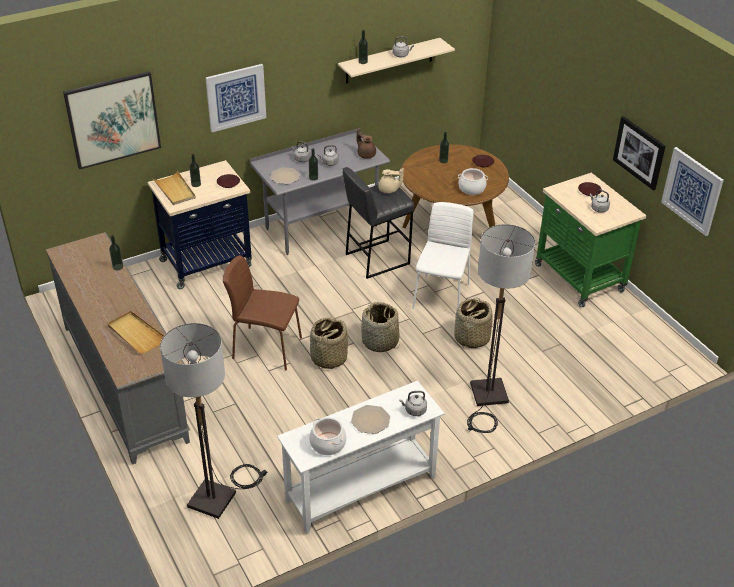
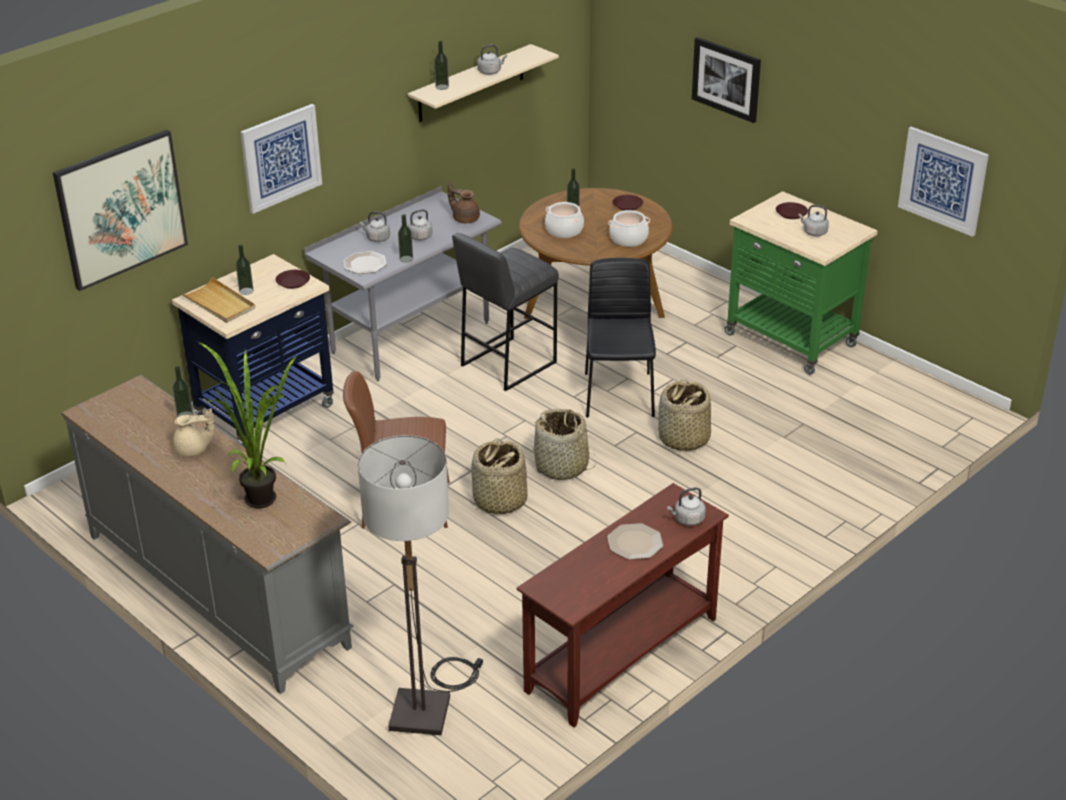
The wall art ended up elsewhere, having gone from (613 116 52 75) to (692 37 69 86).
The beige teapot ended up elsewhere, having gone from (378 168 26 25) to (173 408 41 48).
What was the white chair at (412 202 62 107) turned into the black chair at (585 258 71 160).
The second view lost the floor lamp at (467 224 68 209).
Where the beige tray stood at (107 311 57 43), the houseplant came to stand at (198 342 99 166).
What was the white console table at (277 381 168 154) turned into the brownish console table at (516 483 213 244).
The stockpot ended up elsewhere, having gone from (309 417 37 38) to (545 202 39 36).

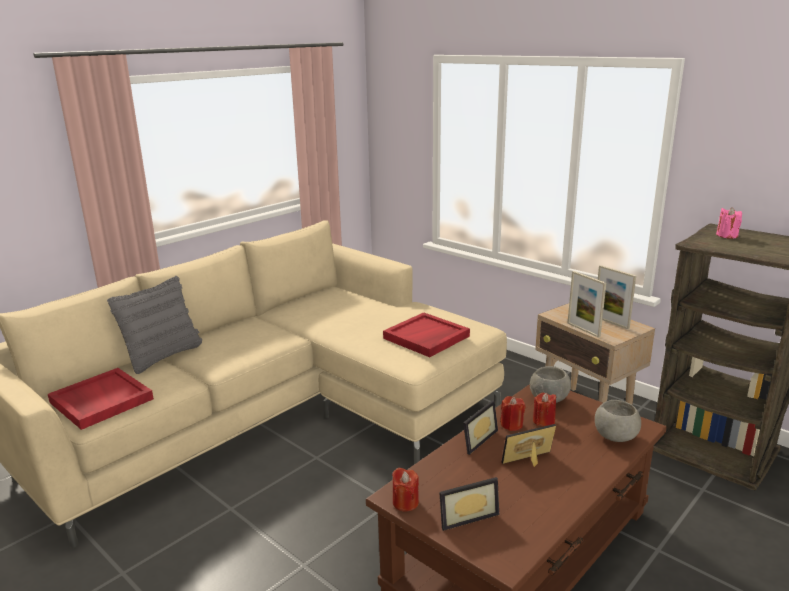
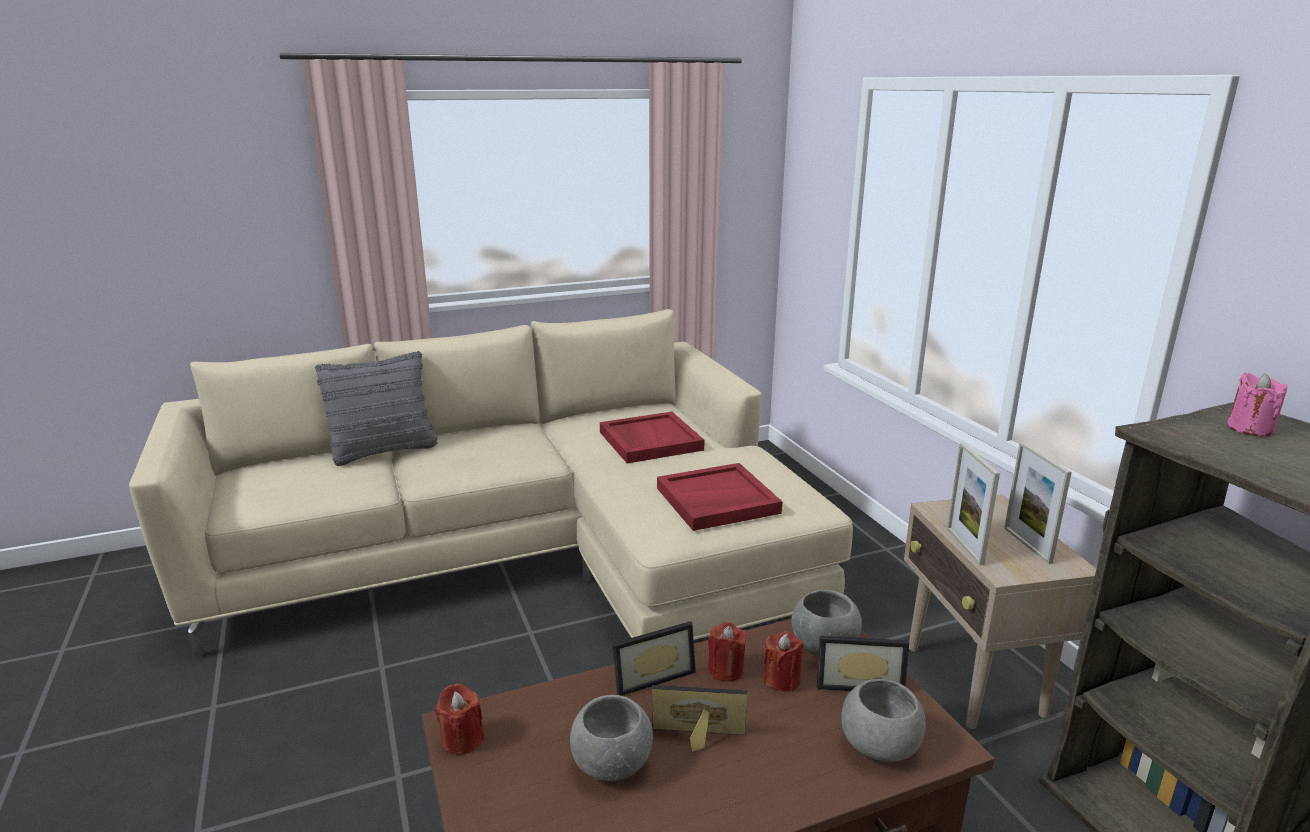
The red tray ended up elsewhere, having gone from (48 368 106 62) to (600 412 105 51).
The photo frame ended up elsewhere, having gone from (439 477 60 54) to (817 636 92 55).
The second view gained the grey deep dish at (570 695 83 86).

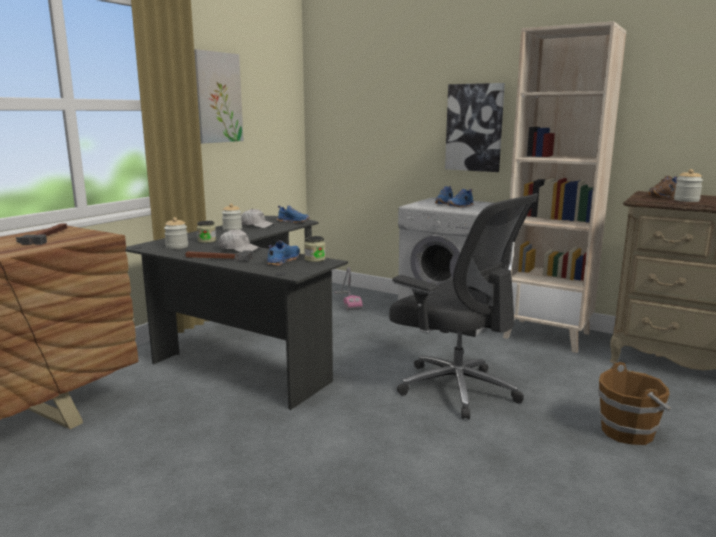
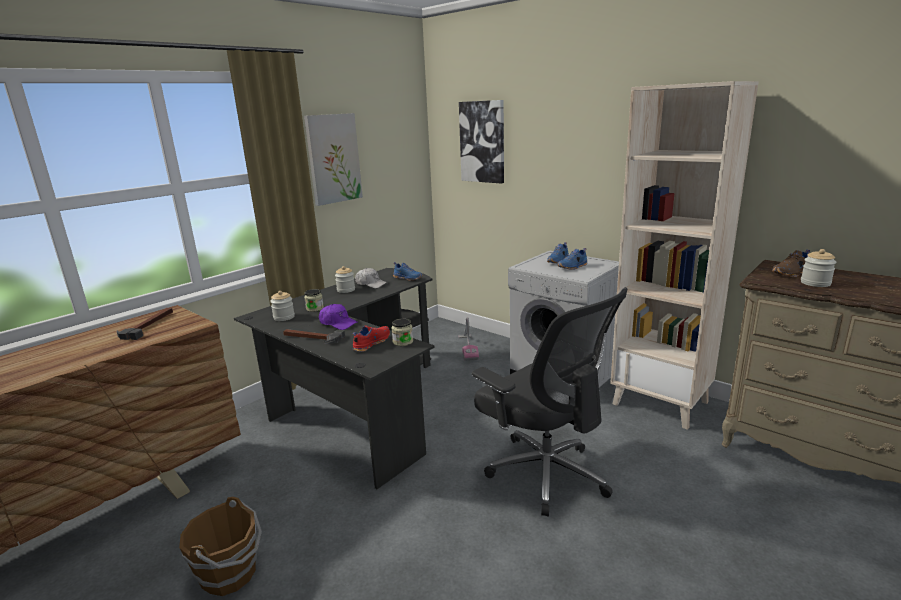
The wall art ended up elsewhere, having gone from (445 83 60 89) to (459 100 45 83).
What was the white baseball cap at (219 229 41 23) turned into the purple baseball cap at (319 304 39 26).
What was the blue-coloured shoe at (267 241 33 25) turned into the red shoe at (353 326 37 26).
The brownish water bucket ended up elsewhere, having gone from (598 362 73 83) to (179 497 83 99).

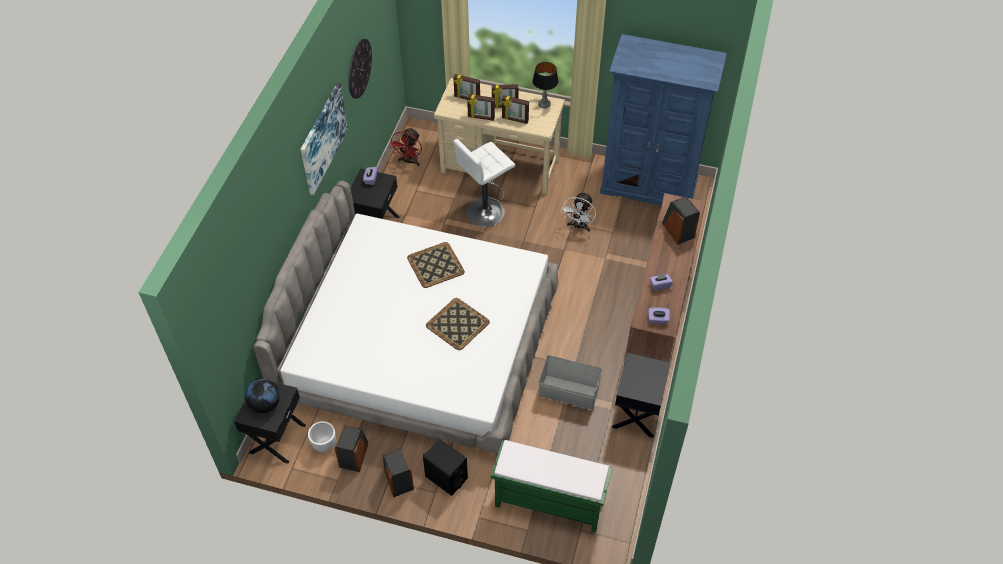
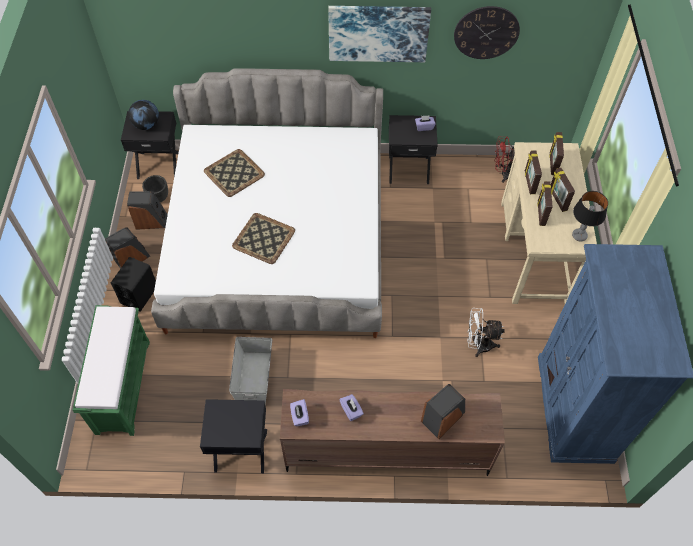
The second view lost the white stool seat at (453 139 62 88).
The tray ended up elsewhere, having gone from (407 242 58 46) to (204 149 61 48).
What was the white flower pot at (308 421 28 31) turned into the black flower pot at (142 175 26 27).

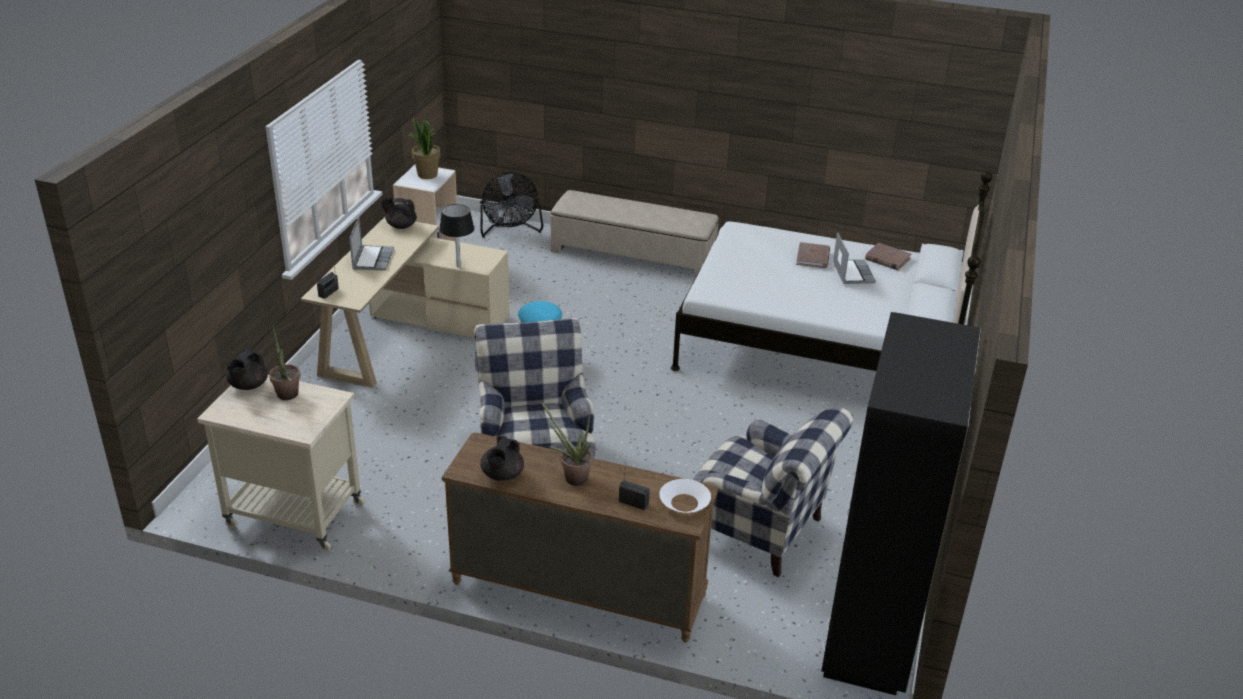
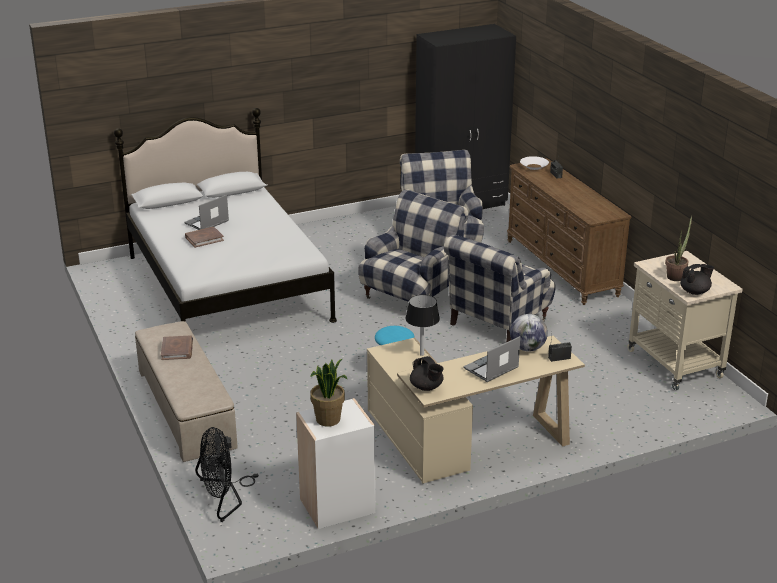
The black fan at (480 172 63 66) ended up facing another way, 150 degrees counterclockwise from before.
The brownish book ended up elsewhere, having gone from (865 243 47 27) to (161 335 32 25).
The second view lost the houseplant at (540 401 53 85).
The second view lost the black teapot at (480 436 44 44).
The second view gained the lounge chair at (358 189 111 113).
The second view gained the desk globe at (510 314 38 38).

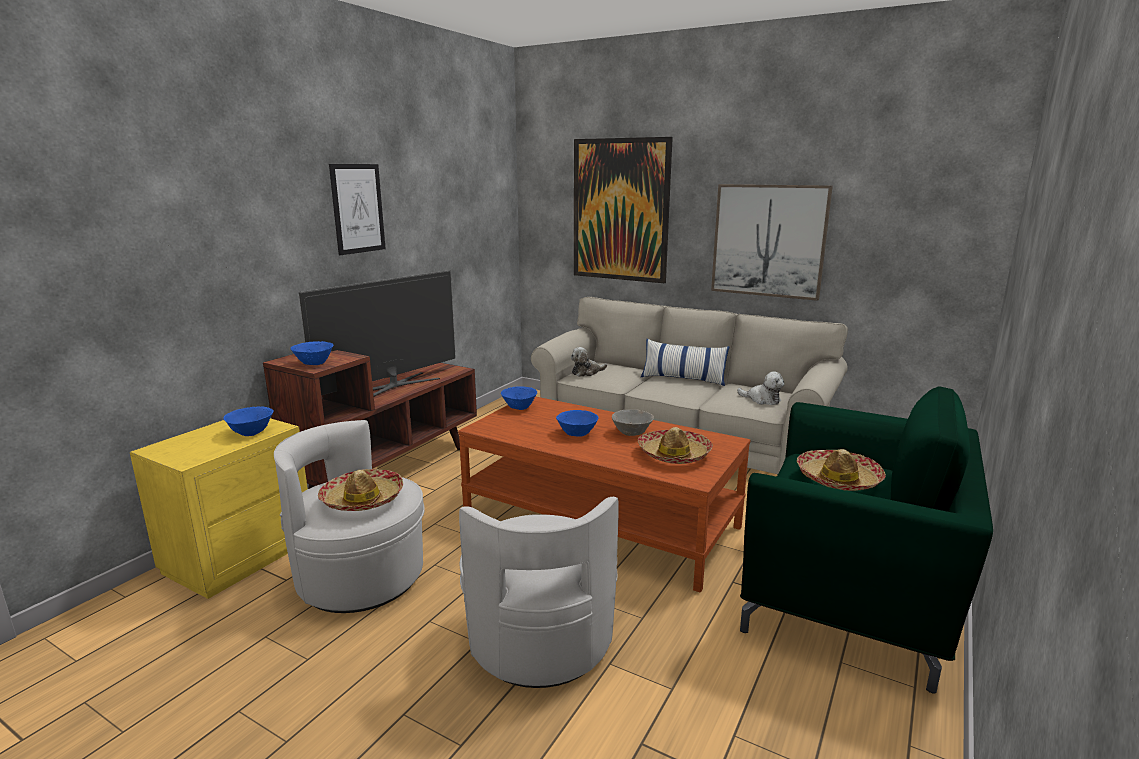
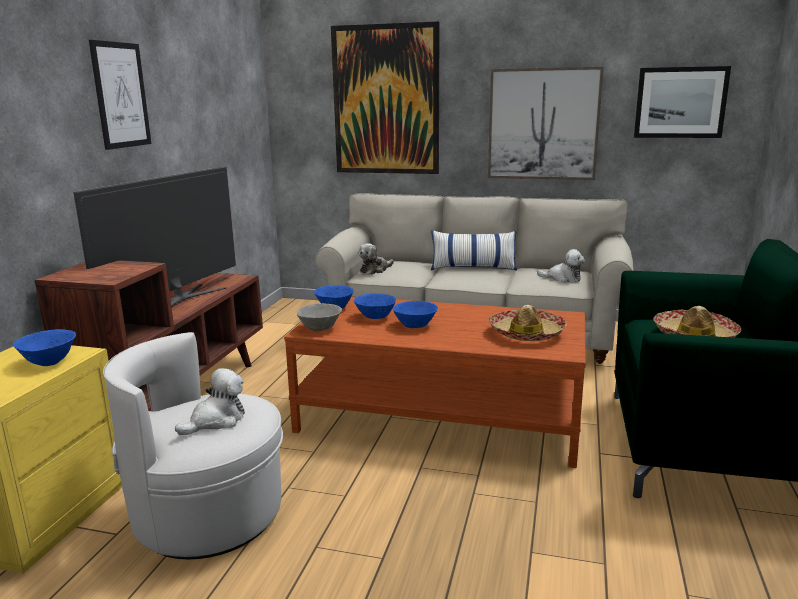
The blue-coloured deep dish ended up elsewhere, having gone from (291 341 43 24) to (354 293 42 26).
The grey deep dish ended up elsewhere, having gone from (612 409 42 27) to (296 303 46 28).
Where the clothing hat stood at (318 469 85 42), the plush toy came to stand at (175 368 70 67).
The second view lost the white lounge chair at (459 497 160 191).
The second view gained the wall art at (634 66 97 72).

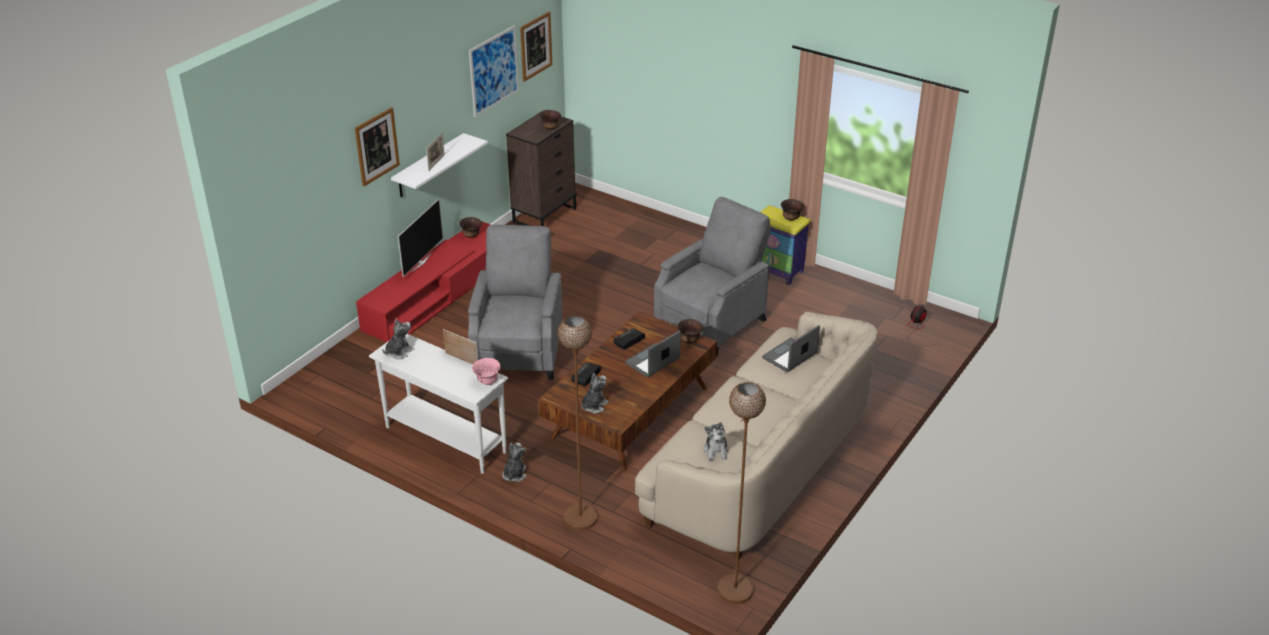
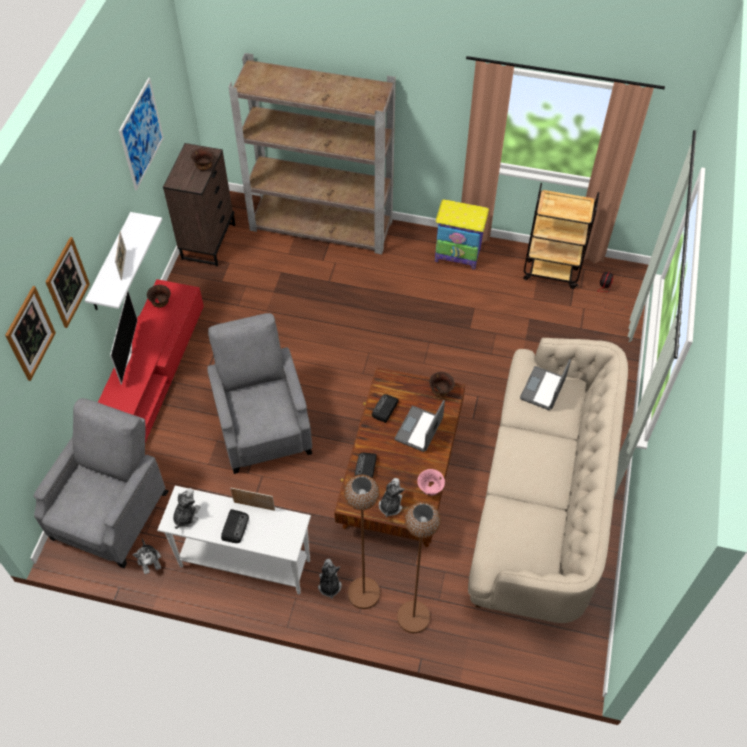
The wall art ended up elsewhere, having gone from (520 12 32 70) to (5 286 51 95).
The grey lounge chair ended up elsewhere, having gone from (654 197 118 159) to (34 398 134 170).
The second view lost the brownish deep dish at (781 199 23 22).
The pinkish deep dish ended up elsewhere, having gone from (472 358 28 27) to (417 469 28 27).
The brownish floor lamp ended up elsewhere, having gone from (717 382 49 222) to (344 475 36 134).
The plush toy ended up elsewhere, having gone from (703 422 26 38) to (133 539 28 36).
The second view gained the brownish bookshelf at (228 53 168 202).
The second view gained the brownish cart at (523 183 76 106).
The second view gained the radio receiver at (221 509 28 34).

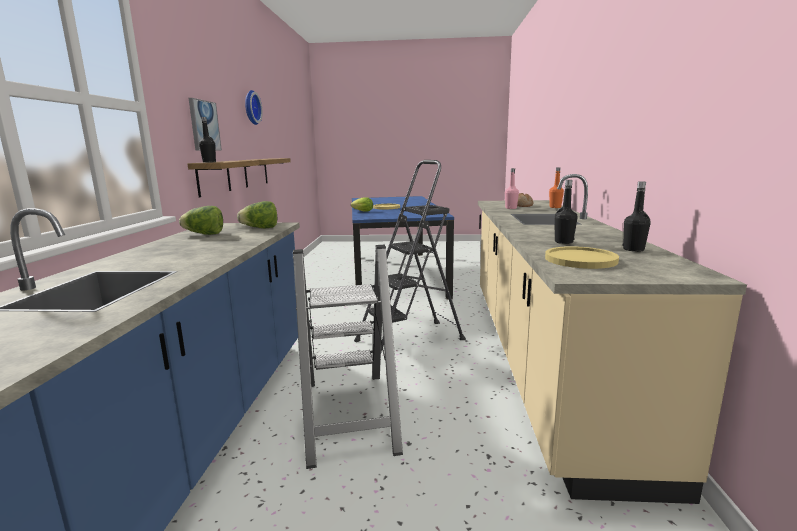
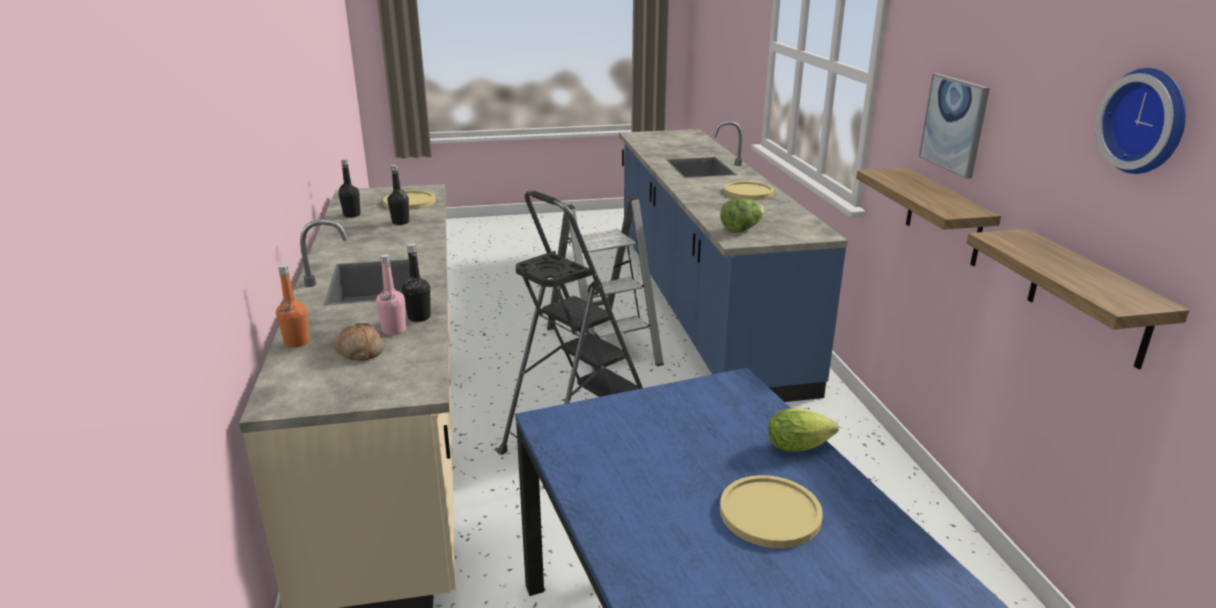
The black drink bottle ended up elsewhere, having gone from (199 117 17 46) to (402 243 29 79).
The second view lost the head of lettuce at (179 206 44 29).
The second view gained the yellow plate at (724 181 50 19).

